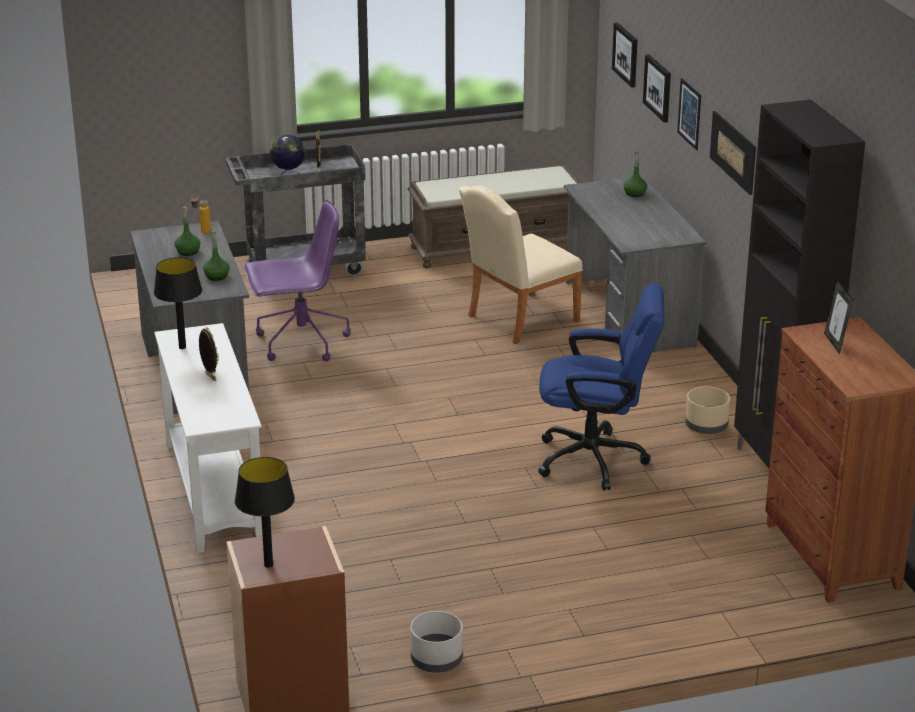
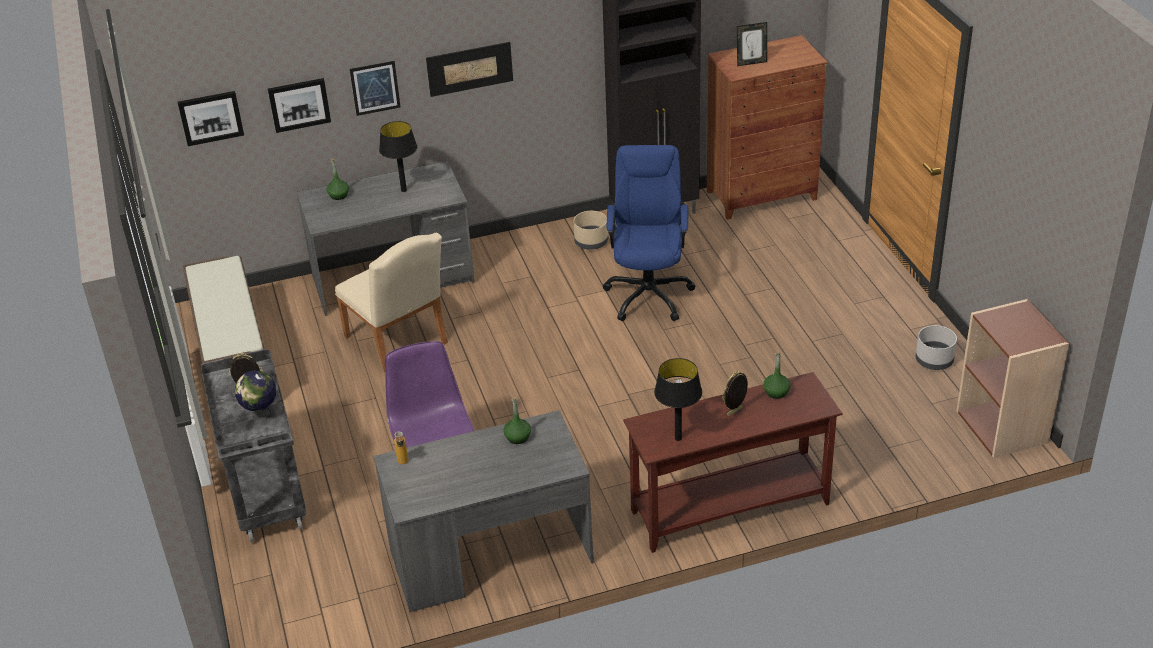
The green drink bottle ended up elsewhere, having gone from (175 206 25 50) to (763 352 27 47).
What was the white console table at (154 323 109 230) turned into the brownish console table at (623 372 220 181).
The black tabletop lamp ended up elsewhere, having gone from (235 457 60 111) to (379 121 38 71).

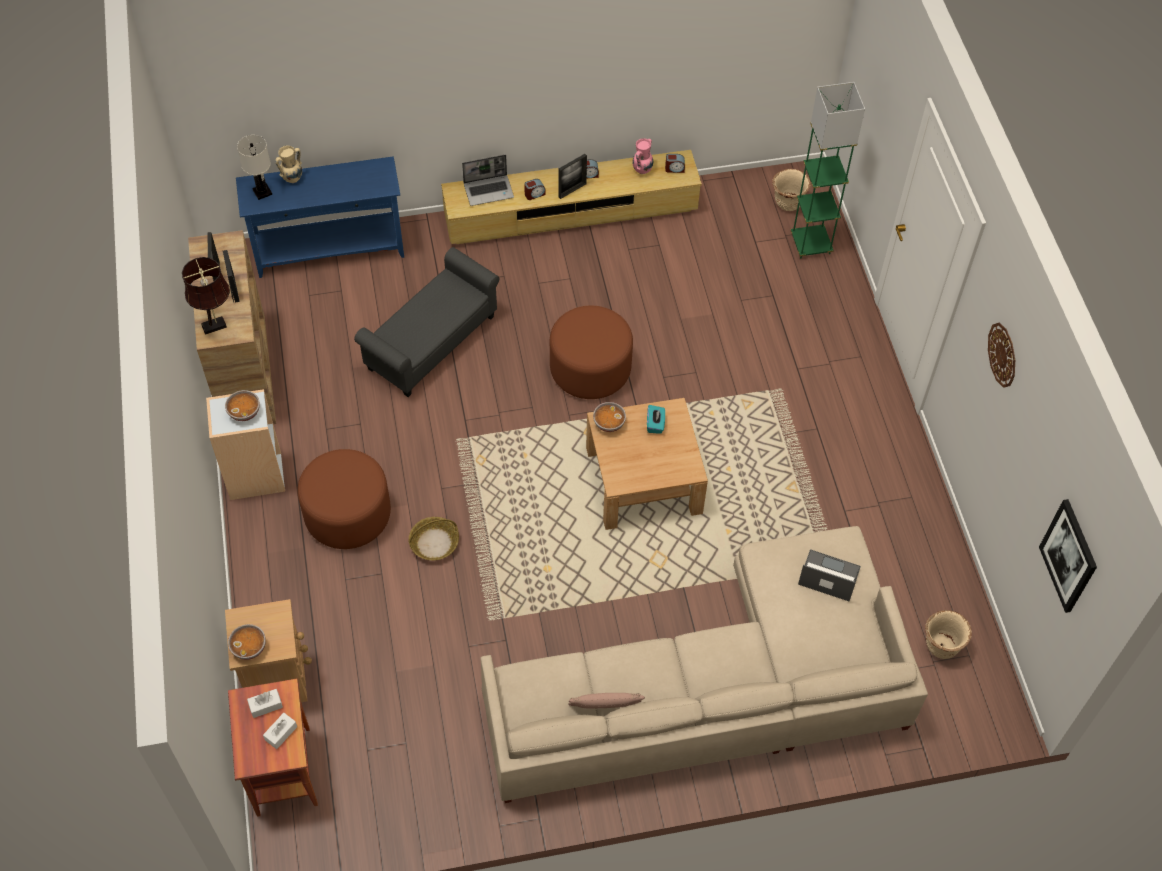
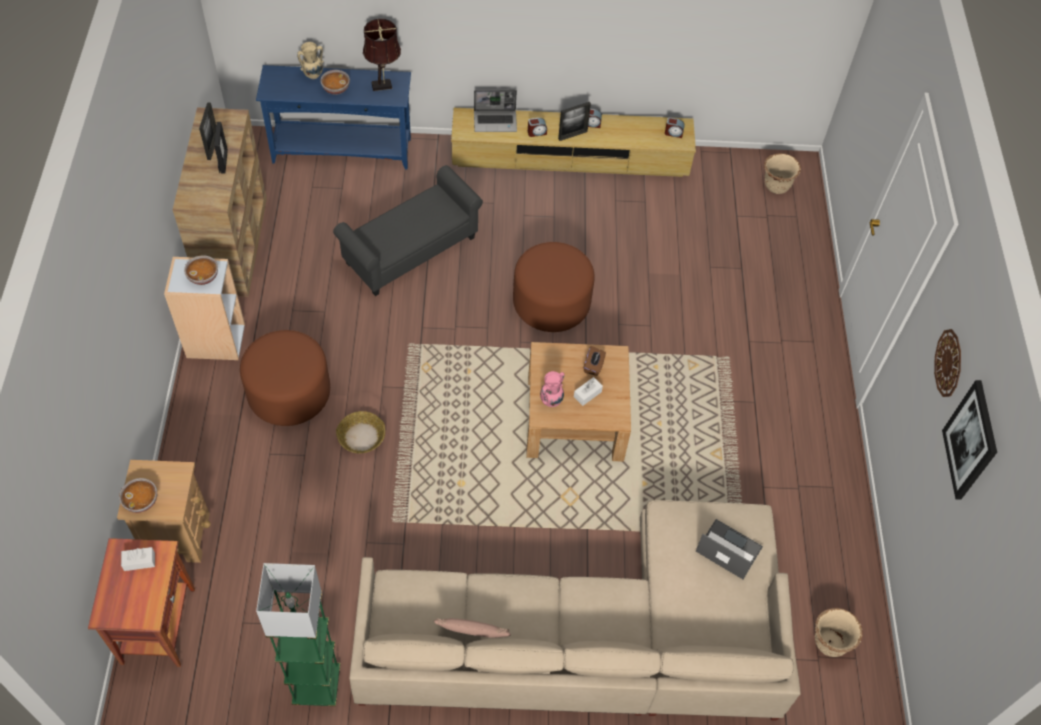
The green floor lamp ended up elsewhere, having gone from (791 82 74 176) to (256 563 84 143).
The second view lost the white tabletop lamp at (237 135 35 65).
The pinkish decorative vase ended up elsewhere, having gone from (632 138 21 36) to (540 371 25 36).
The brownish tabletop lamp ended up elsewhere, having gone from (182 257 48 78) to (363 19 38 72).
The deep dish ended up elsewhere, having gone from (593 402 33 30) to (320 70 30 25).
What was the turquoise-coloured tissue box at (647 405 18 29) turned into the brownish tissue box at (584 346 22 30).
The wall art ended up elsewhere, having gone from (1039 499 58 114) to (942 380 55 120).
The white tissue box ended up elsewhere, having gone from (263 713 34 36) to (574 377 29 29).

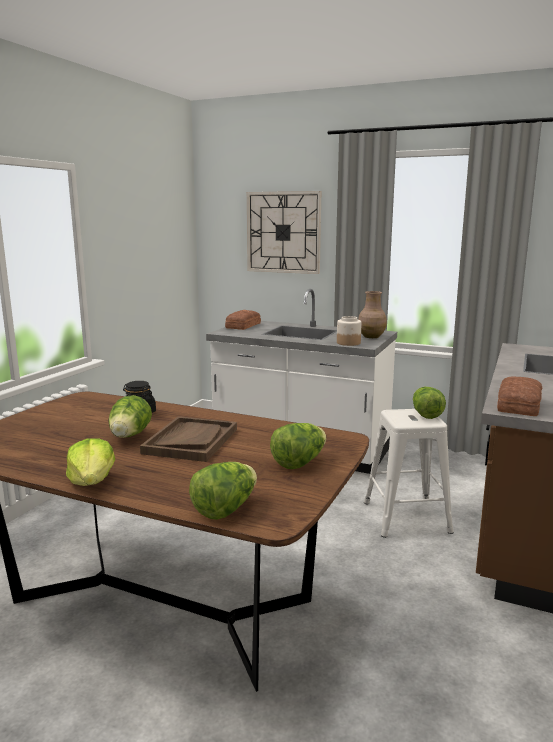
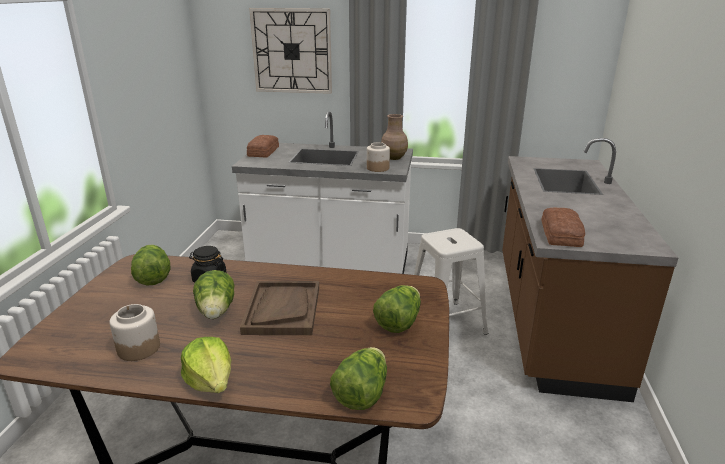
The head of lettuce ended up elsewhere, having gone from (413 387 33 32) to (131 245 40 40).
The second view gained the jar at (109 304 51 57).

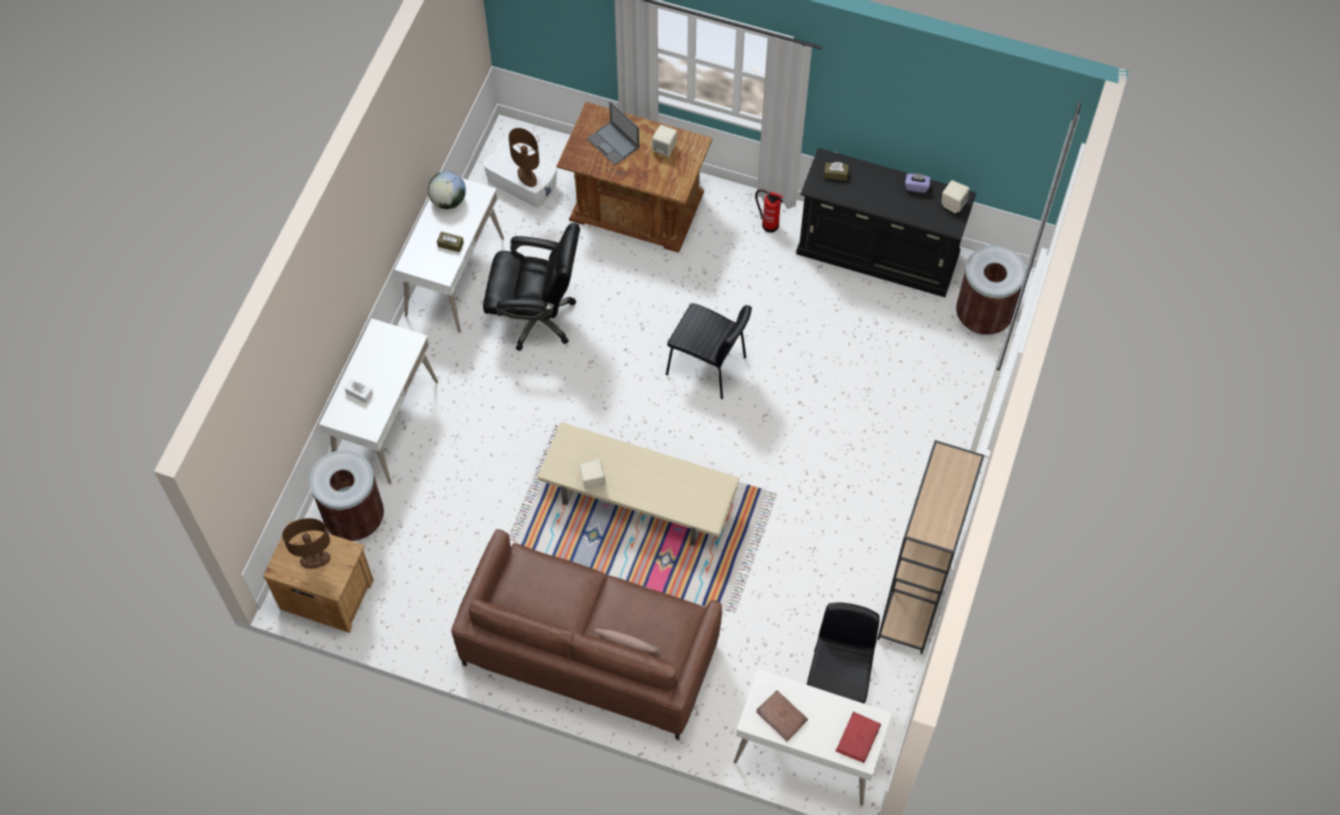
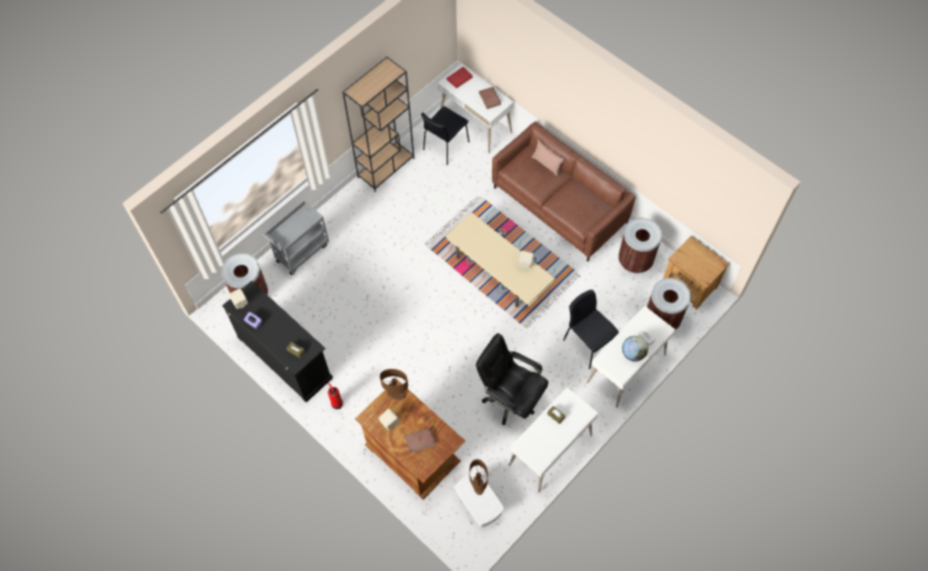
Where the portable computer stood at (587 102 52 63), the brownish book came to stand at (405 428 31 25).
The desk globe ended up elsewhere, having gone from (428 171 38 38) to (622 336 26 25).
The black chair ended up elsewhere, having gone from (666 303 86 96) to (563 290 56 79).
The brownish tabletop lamp ended up elsewhere, having gone from (282 518 49 50) to (380 369 28 31).
The second view gained the grey cart at (262 201 67 74).
The second view gained the brownish waste bin at (618 218 44 55).

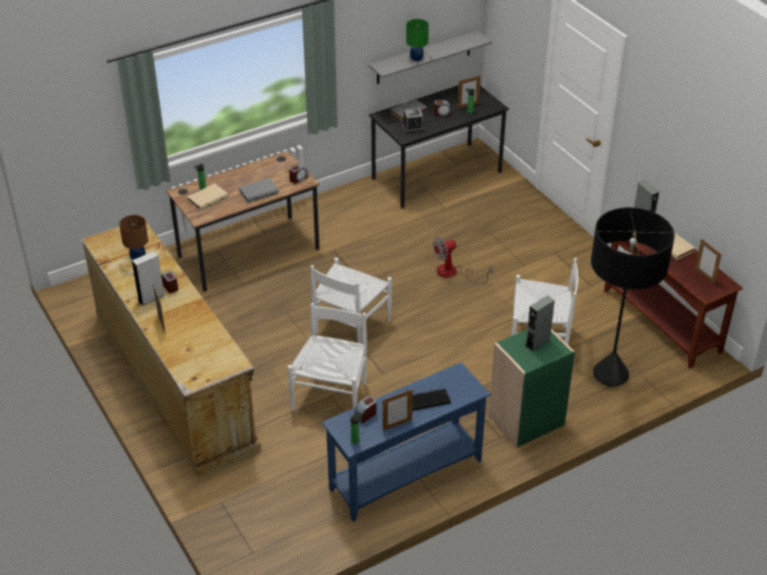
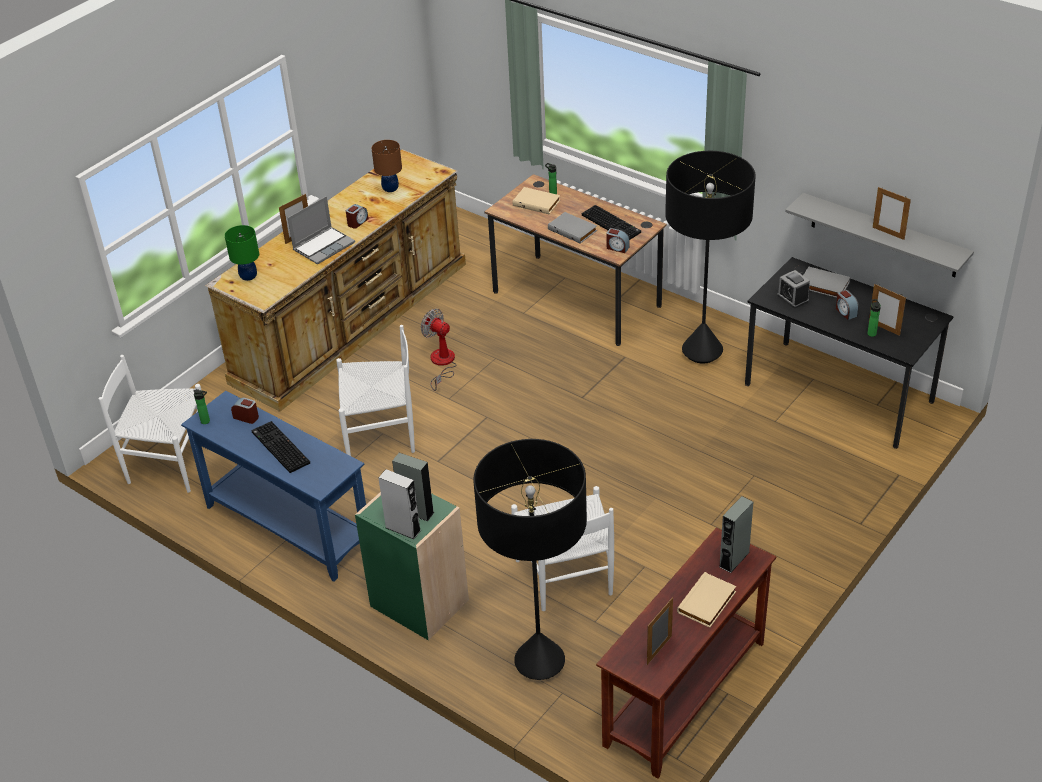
The green tabletop lamp ended up elsewhere, having gone from (406 19 23 42) to (225 225 34 56).
The fan ended up elsewhere, having gone from (433 237 60 48) to (421 309 35 82).
The grey speaker ended up elsewhere, having gone from (132 251 33 55) to (378 469 43 70).
The white chair ended up elsewhere, having gone from (311 258 81 86) to (99 355 102 138).
The photo frame ended up elsewhere, having gone from (383 389 30 42) to (873 187 38 53).
The second view gained the black floor lamp at (665 151 91 213).
The second view gained the portable computer at (288 196 67 68).
The second view gained the computer keyboard at (582 205 59 35).

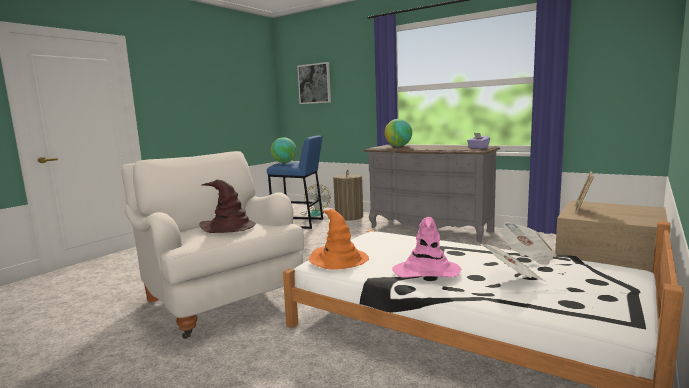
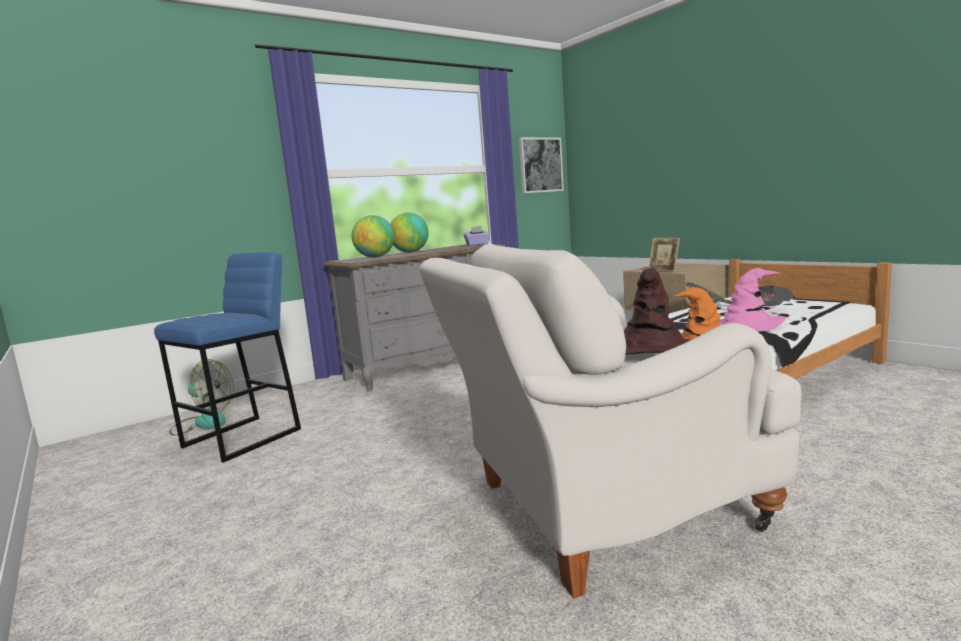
The wall art ended up elsewhere, having gone from (297 62 34 42) to (519 137 45 57).
The desk globe ended up elsewhere, having gone from (271 137 26 26) to (390 212 39 41).
The second view lost the washing basket at (333 169 30 52).

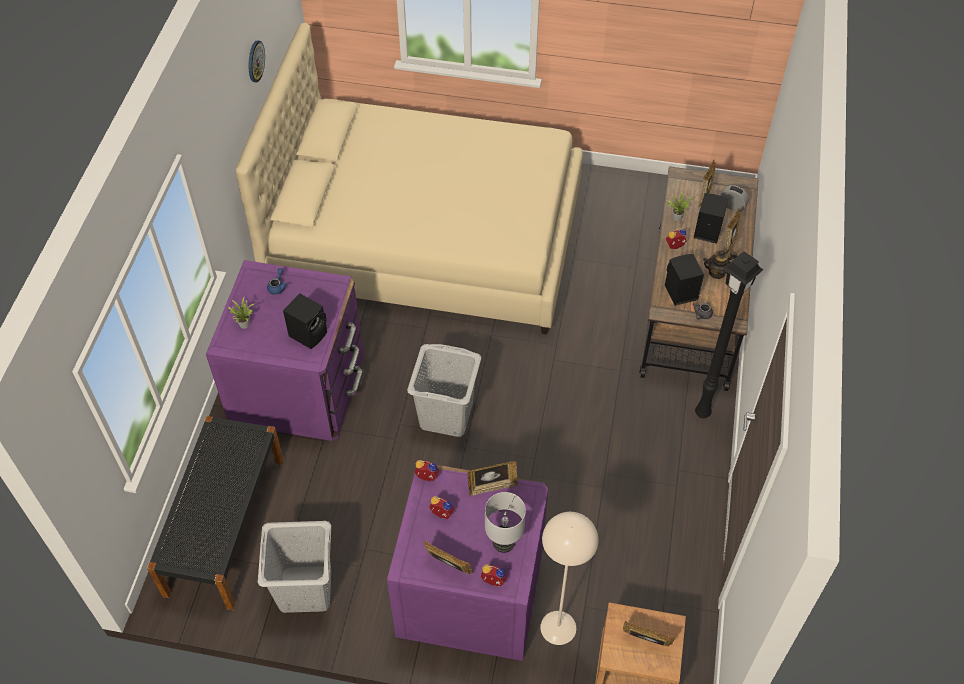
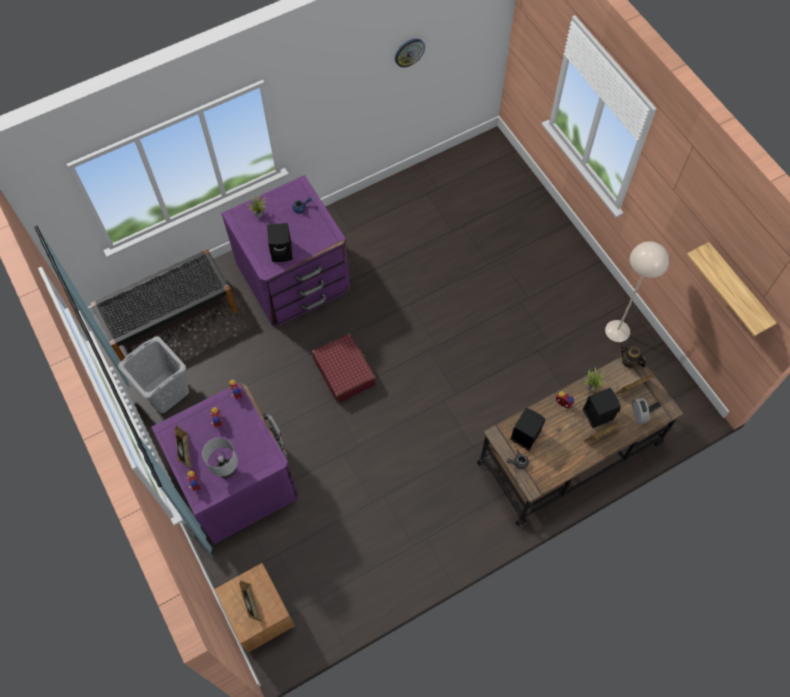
The second view lost the beige bed at (235 23 348 312).
The teapot ended up elsewhere, having gone from (703 250 34 29) to (621 343 26 25).
The second view lost the black floor lamp at (695 251 68 167).
Where the grey washing basket stood at (407 344 74 93), the red suitcase came to stand at (312 333 64 70).
The second view lost the photo frame at (468 461 50 35).
The beige floor lamp ended up elsewhere, having gone from (540 512 59 133) to (605 241 64 101).
The second view gained the wall shelf at (687 242 90 94).

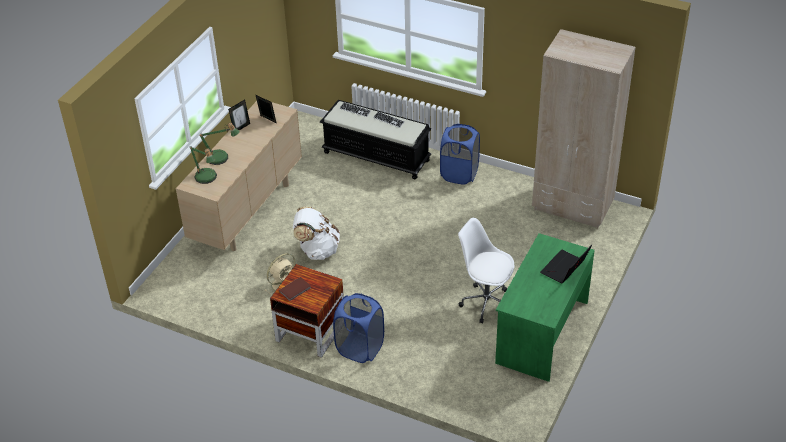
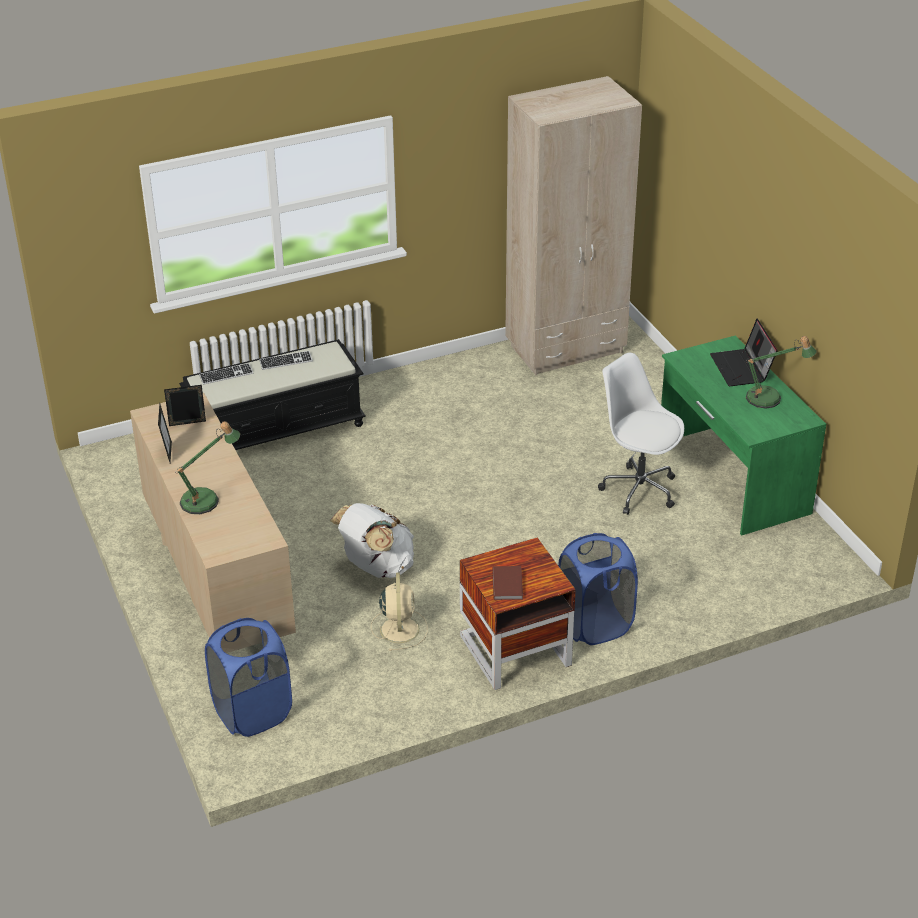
The blue-coloured washing basket ended up elsewhere, having gone from (440 124 40 61) to (205 618 87 119).
The tabletop lamp ended up elsewhere, having gone from (190 147 27 37) to (745 336 72 73).
The white office chair at (458 218 56 105) ended up facing another way, 60 degrees clockwise from before.

